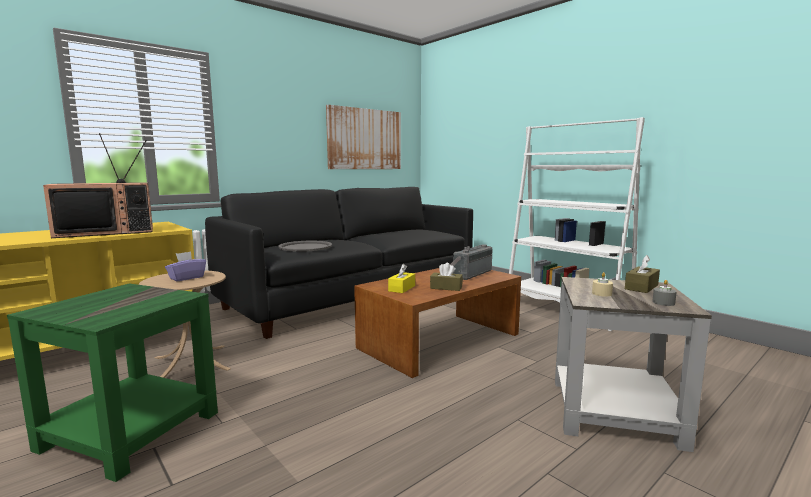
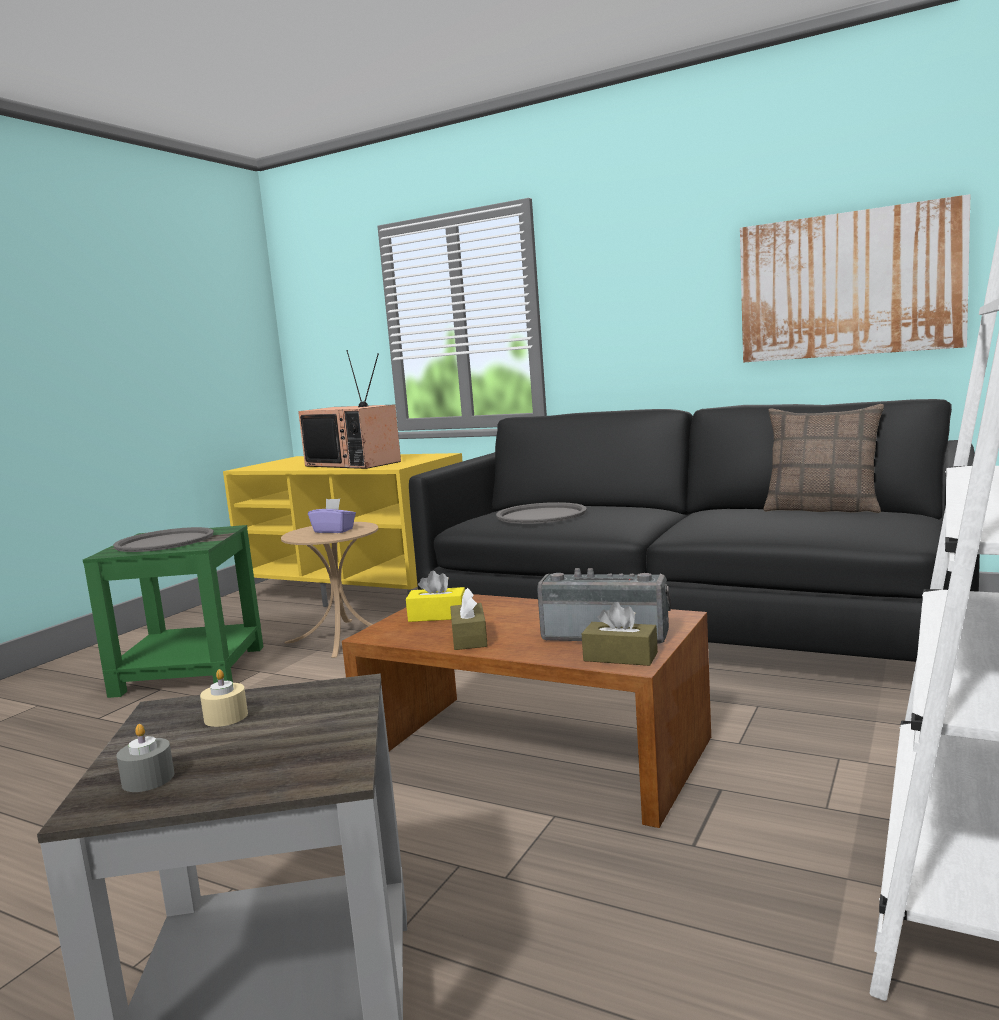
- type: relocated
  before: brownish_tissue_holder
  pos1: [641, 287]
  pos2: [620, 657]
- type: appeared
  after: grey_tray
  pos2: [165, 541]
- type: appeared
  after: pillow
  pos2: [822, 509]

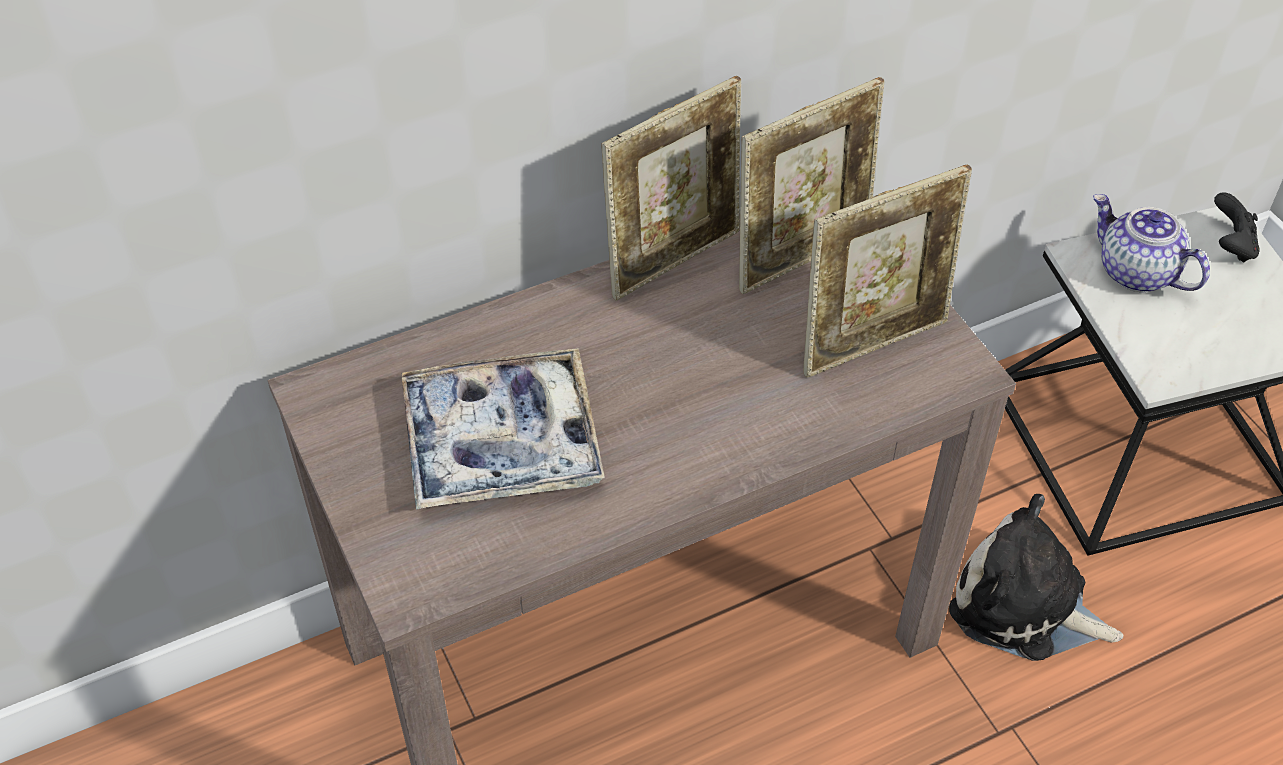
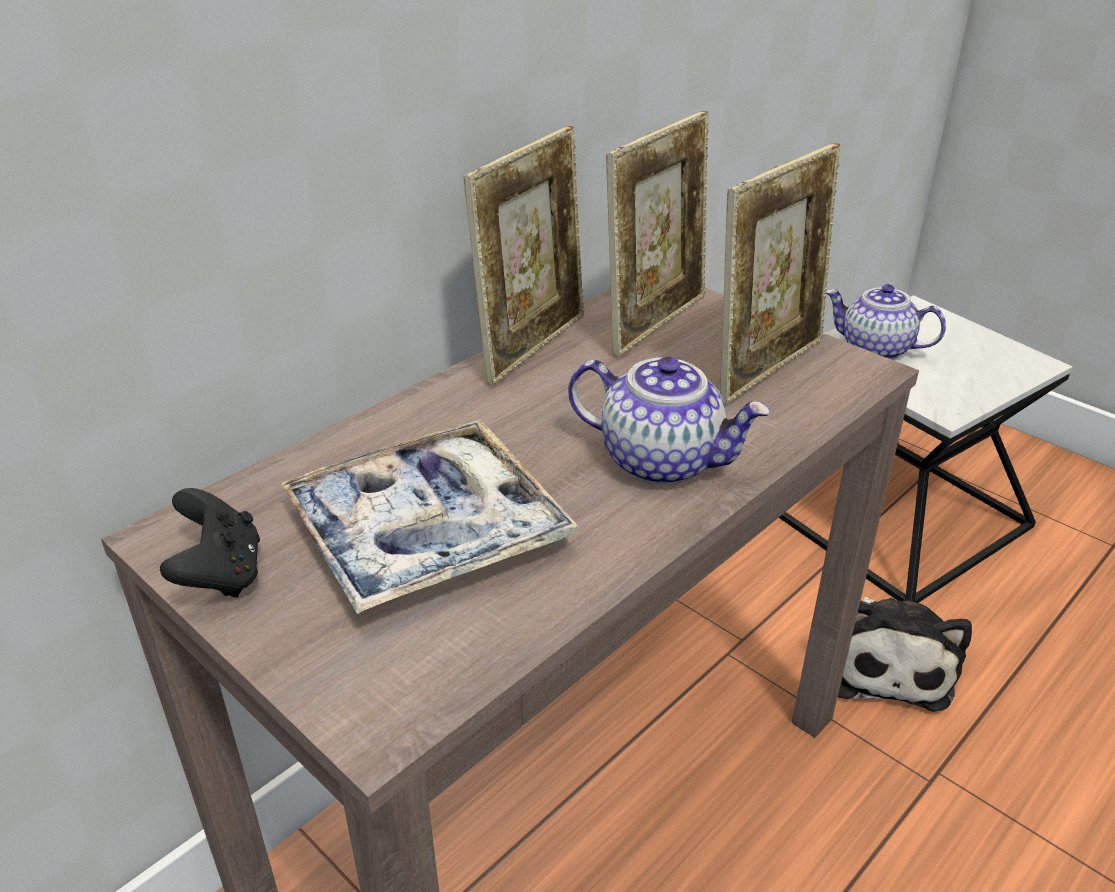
- type: spun
  before: plush_toy
  pos1: [1025, 605]
  pos2: [885, 663]
  turn: -90
- type: relocated
  before: black-coloured_game_controller
  pos1: [1230, 246]
  pos2: [220, 574]
- type: appeared
  after: tea_pot
  pos2: [662, 460]

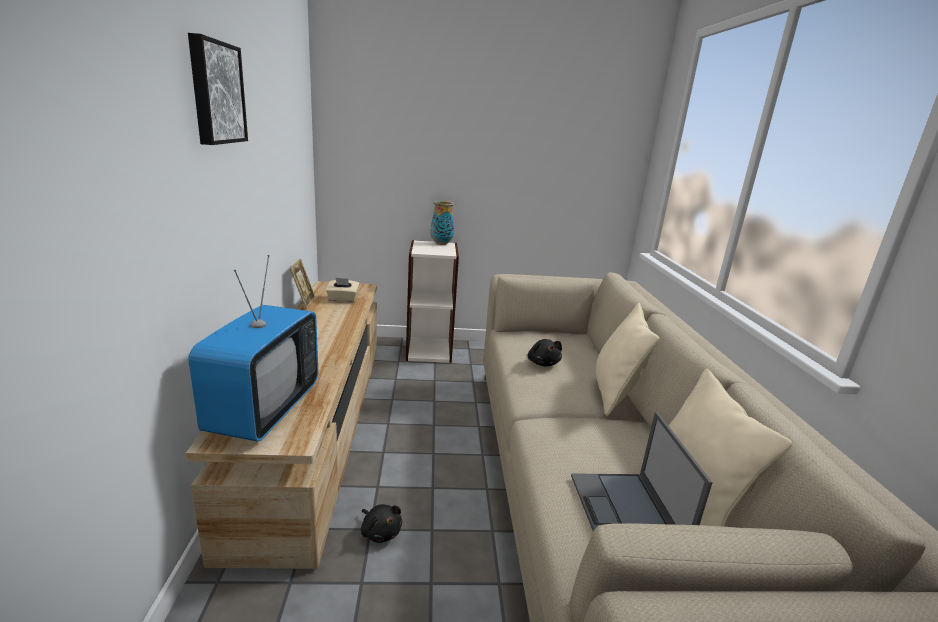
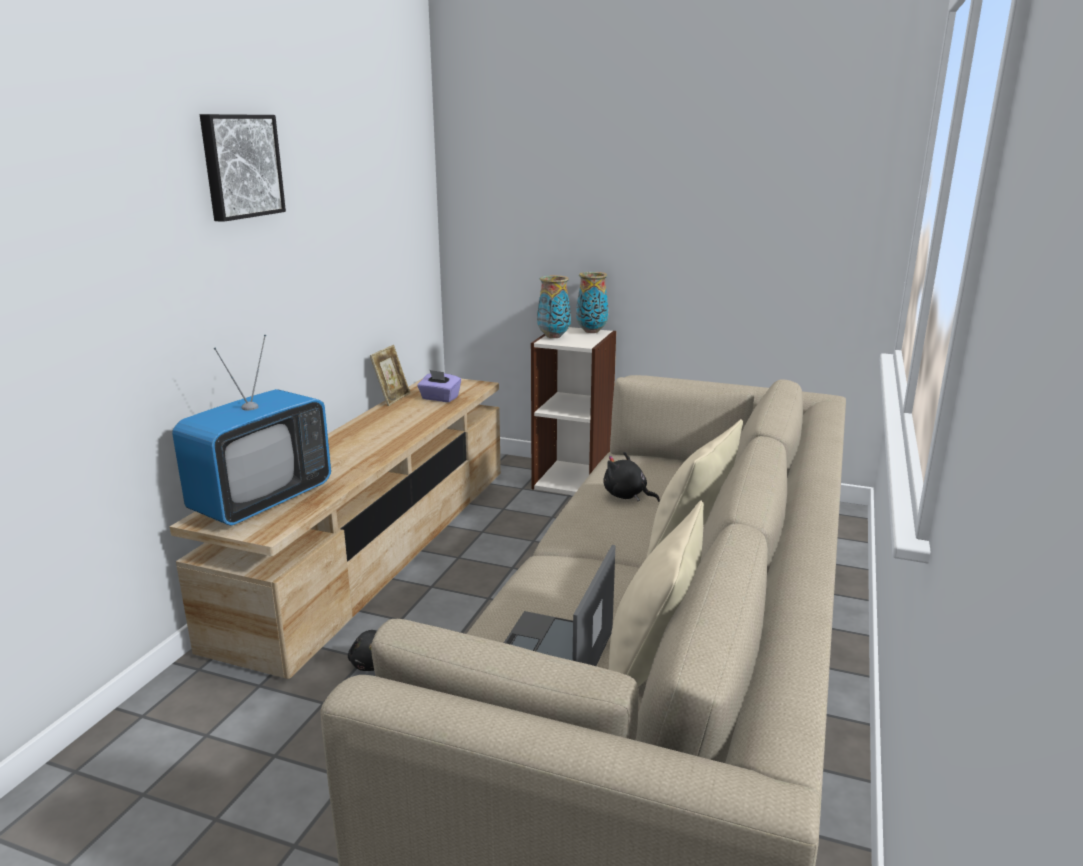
- type: colour
  before: beige_tissue_holder
  after: purple-coloured_tissue_holder
  pos1: [343, 299]
  pos2: [439, 398]
- type: spun
  before: black-coloured_plush_toy
  pos1: [543, 363]
  pos2: [627, 496]
  turn: 120
- type: appeared
  after: flower_vase
  pos2: [553, 336]

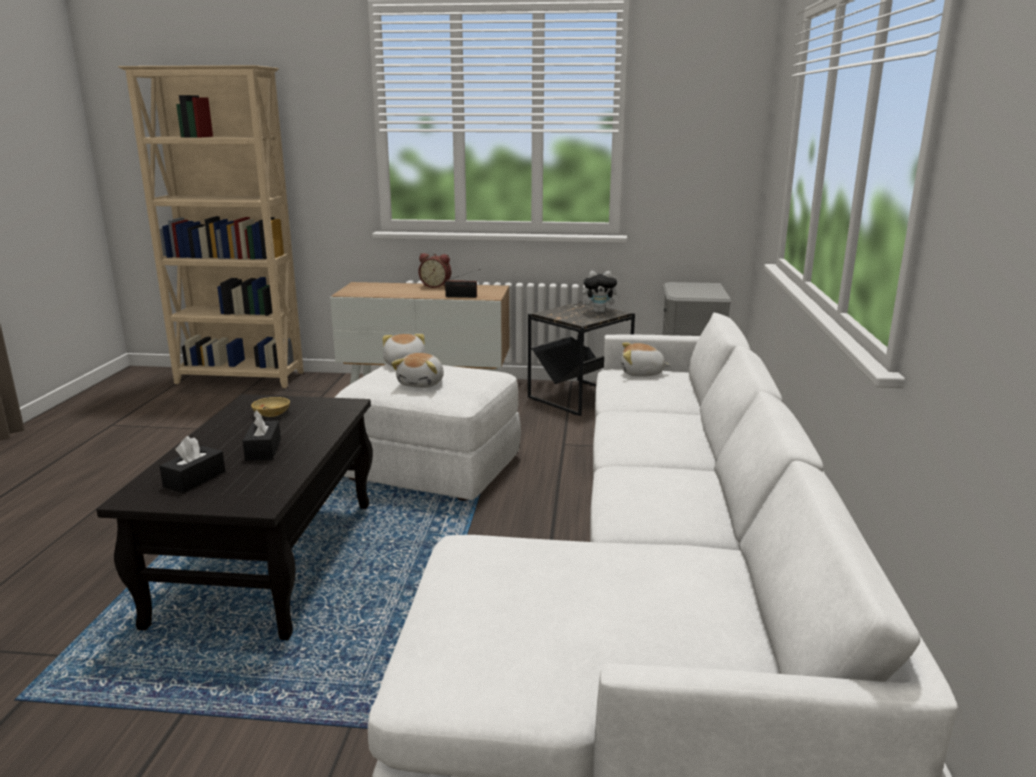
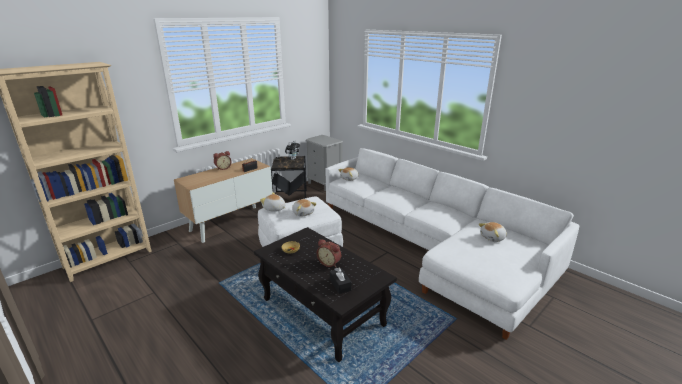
- type: exchanged
  before: black-coloured_tissue_holder
  after: alarm_clock
  pos1: [263, 450]
  pos2: [329, 263]
- type: appeared
  after: plush_toy
  pos2: [493, 238]

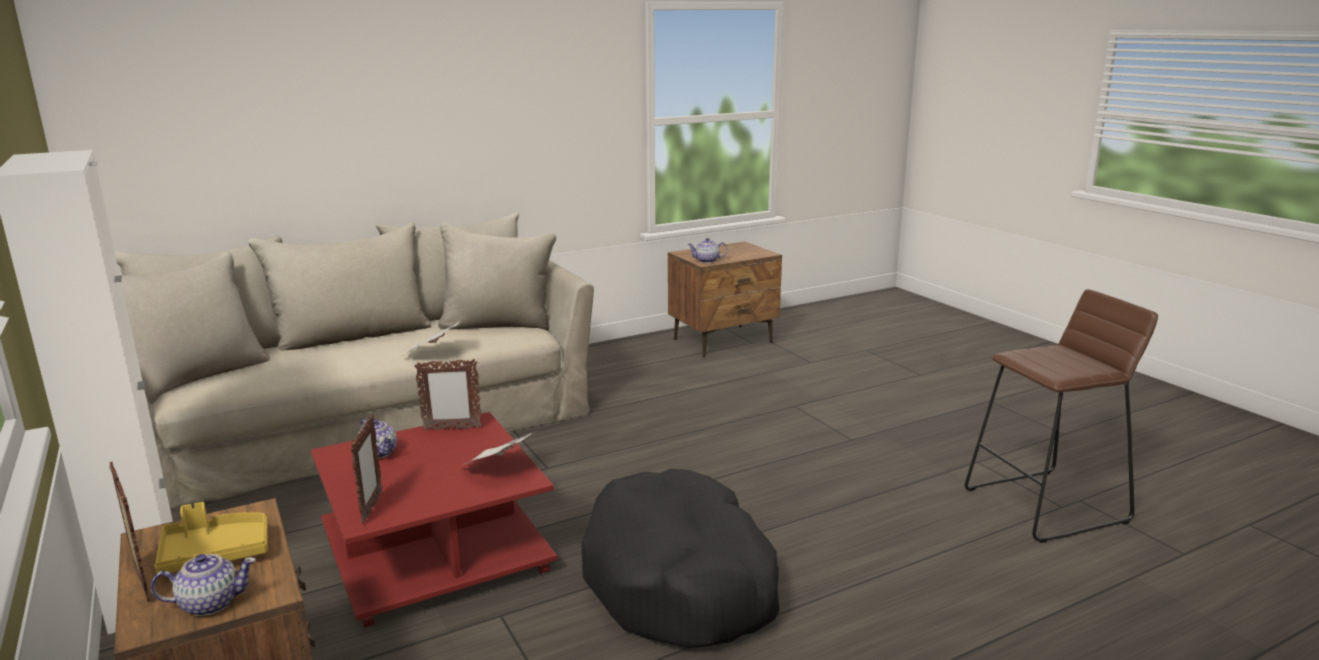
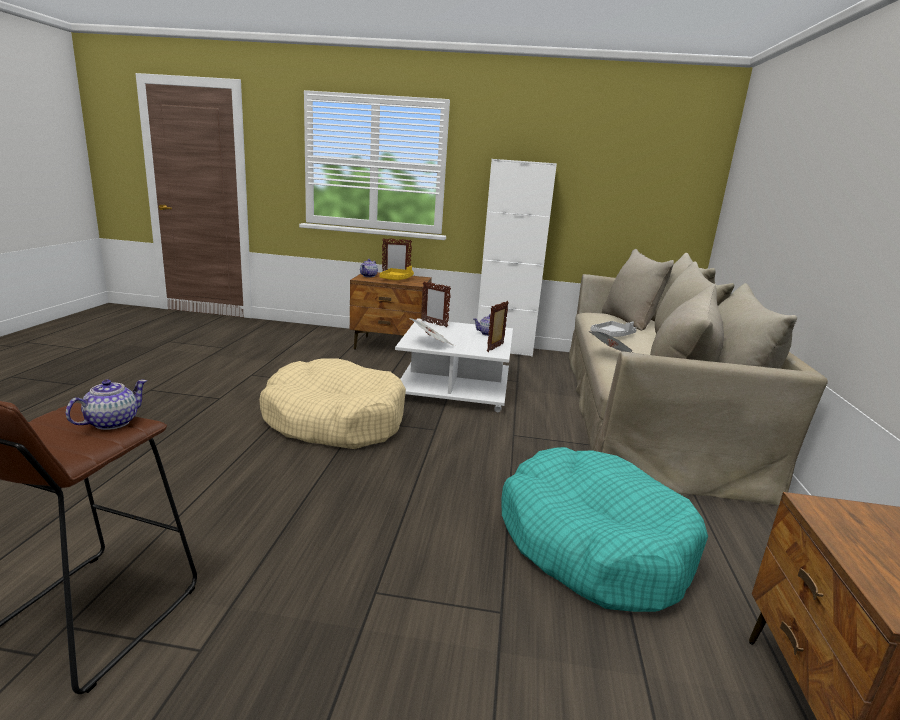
- type: colour
  before: reddish_lounge_table
  after: whitish_lounge_table
  pos1: [437, 551]
  pos2: [455, 388]
- type: colour
  before: black-coloured_dog_cushion
  after: beige_dog_cushion
  pos1: [681, 581]
  pos2: [334, 420]
- type: relocated
  before: tea_pot
  pos1: [707, 261]
  pos2: [111, 423]
- type: appeared
  after: turquoise-coloured_dog_cushion
  pos2: [593, 544]
- type: appeared
  after: grey_tray
  pos2: [612, 335]

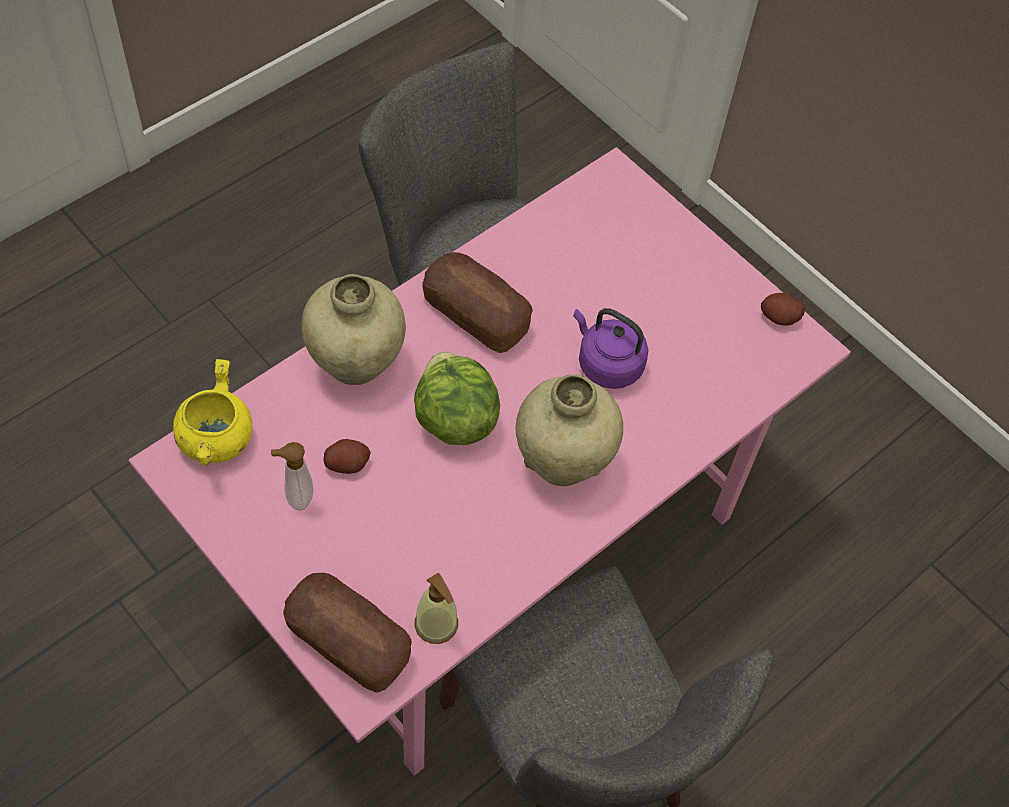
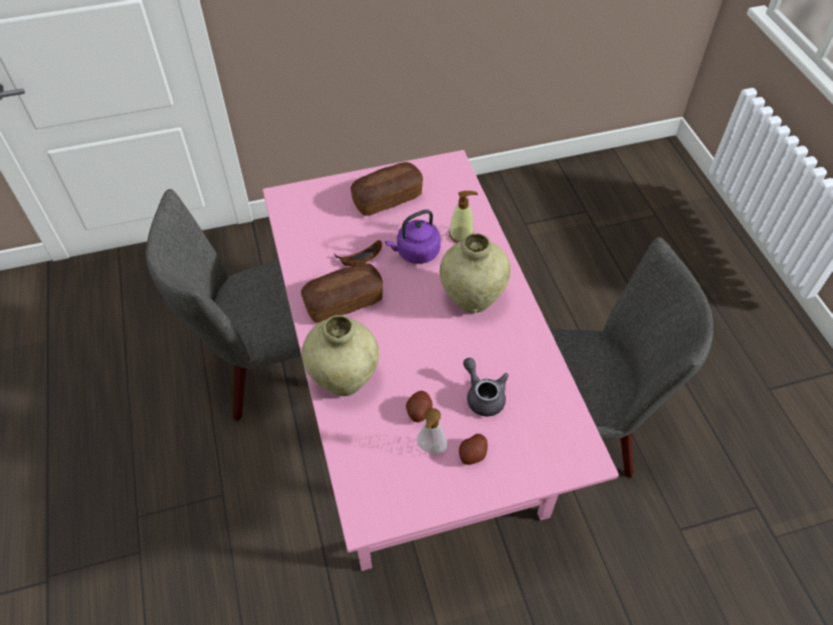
- type: missing
  before: yellow_saucepot
  pos1: [215, 439]
- type: relocated
  before: bread
  pos1: [348, 641]
  pos2: [387, 198]
- type: missing
  before: head_of_lettuce
  pos1: [454, 419]
- type: relocated
  before: soap_bottle
  pos1: [436, 624]
  pos2: [461, 235]
- type: relocated
  before: whole_potato
  pos1: [779, 317]
  pos2: [472, 454]
- type: appeared
  after: banana_fruit
  pos2: [359, 259]
- type: appeared
  after: grey_tea_pot
  pos2: [483, 395]

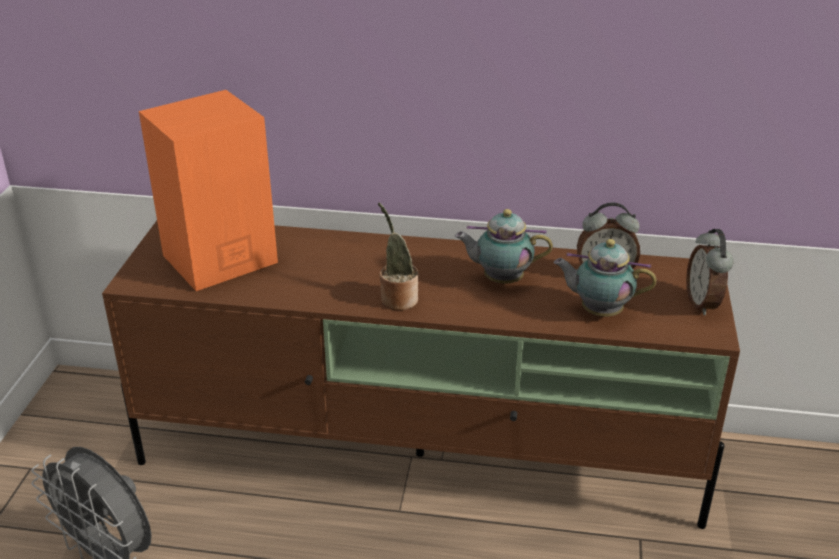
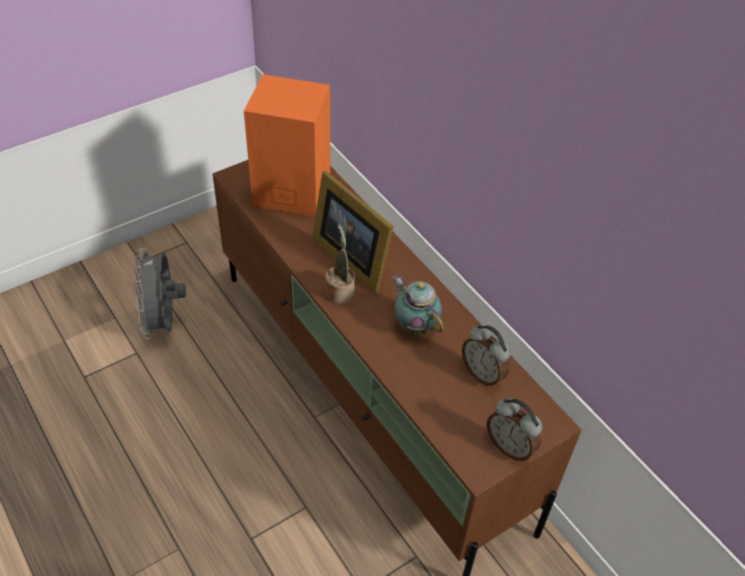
- type: missing
  before: tea_pot
  pos1: [598, 311]
- type: spun
  before: alarm_clock
  pos1: [703, 303]
  pos2: [510, 446]
  turn: -90
- type: appeared
  after: standing_frame
  pos2: [352, 256]

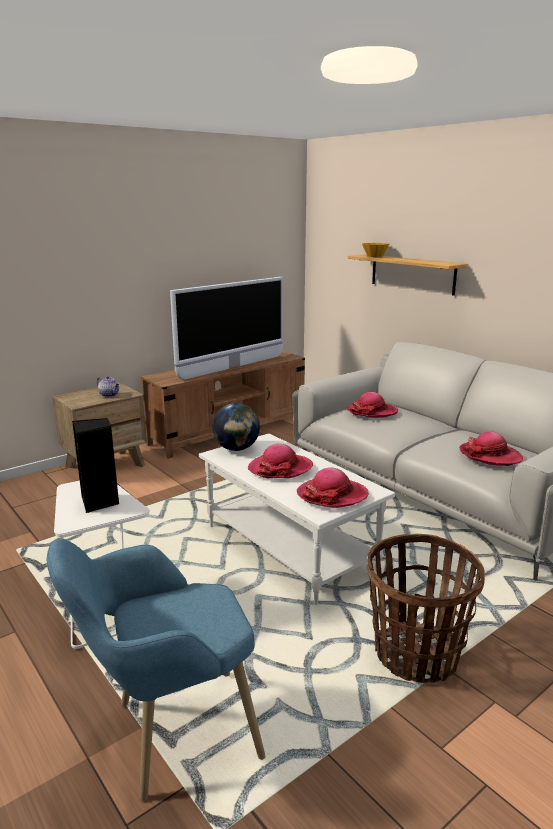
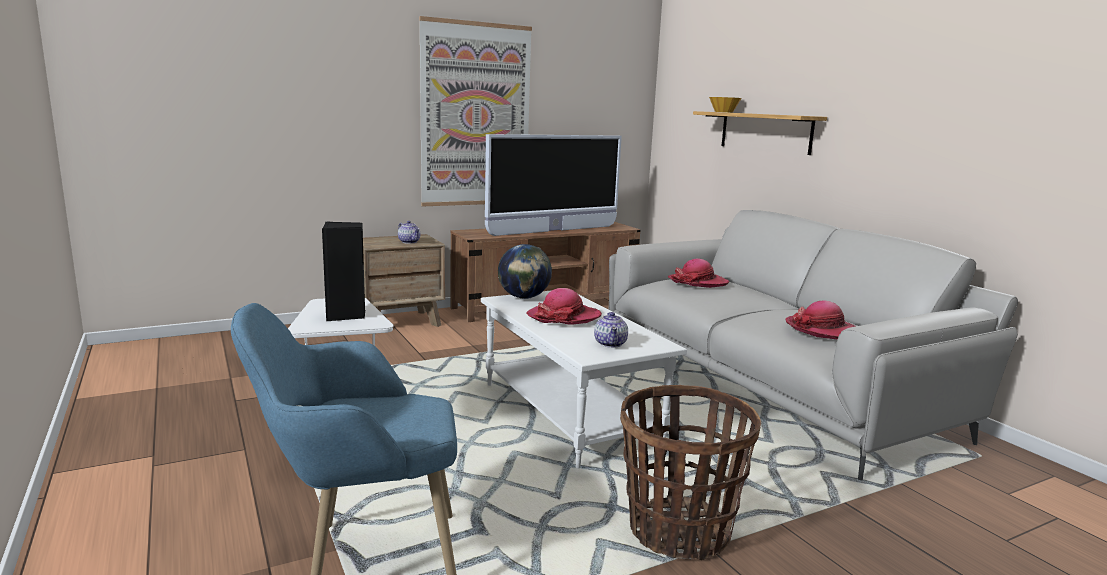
- type: exchanged
  before: clothing_hat
  after: tea_pot
  pos1: [332, 495]
  pos2: [610, 343]
- type: appeared
  after: wall_art
  pos2: [476, 116]

